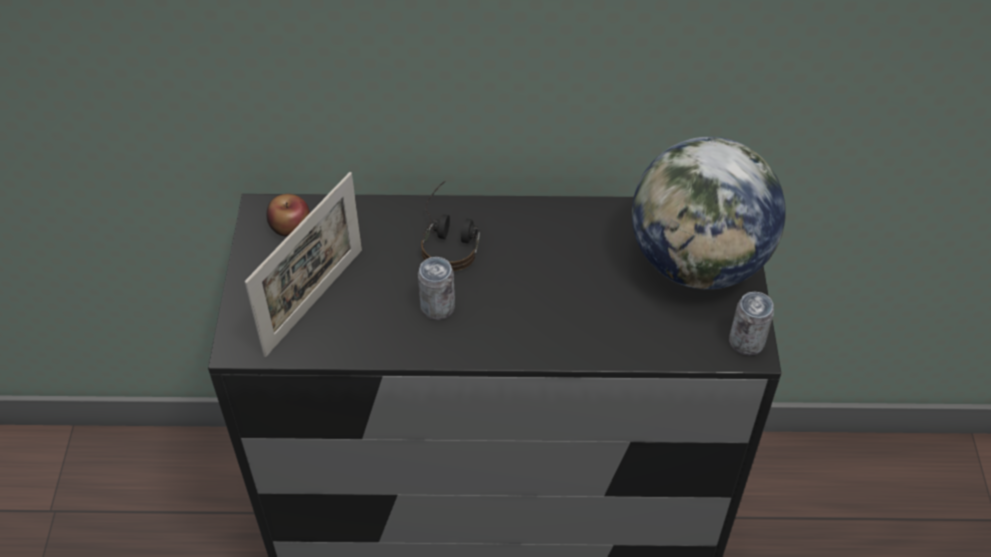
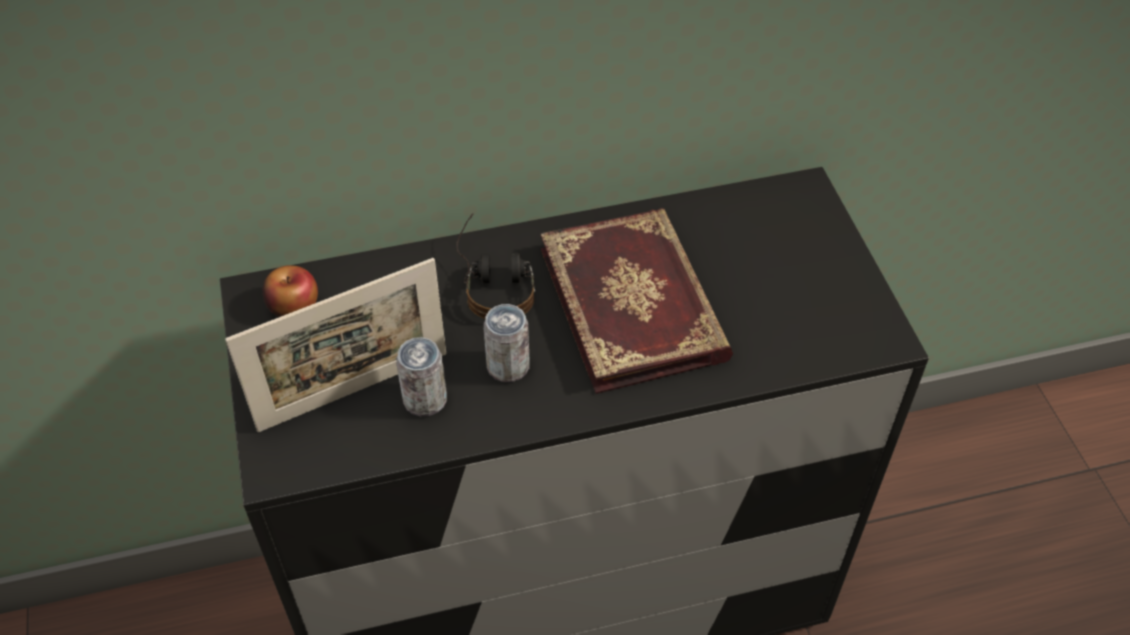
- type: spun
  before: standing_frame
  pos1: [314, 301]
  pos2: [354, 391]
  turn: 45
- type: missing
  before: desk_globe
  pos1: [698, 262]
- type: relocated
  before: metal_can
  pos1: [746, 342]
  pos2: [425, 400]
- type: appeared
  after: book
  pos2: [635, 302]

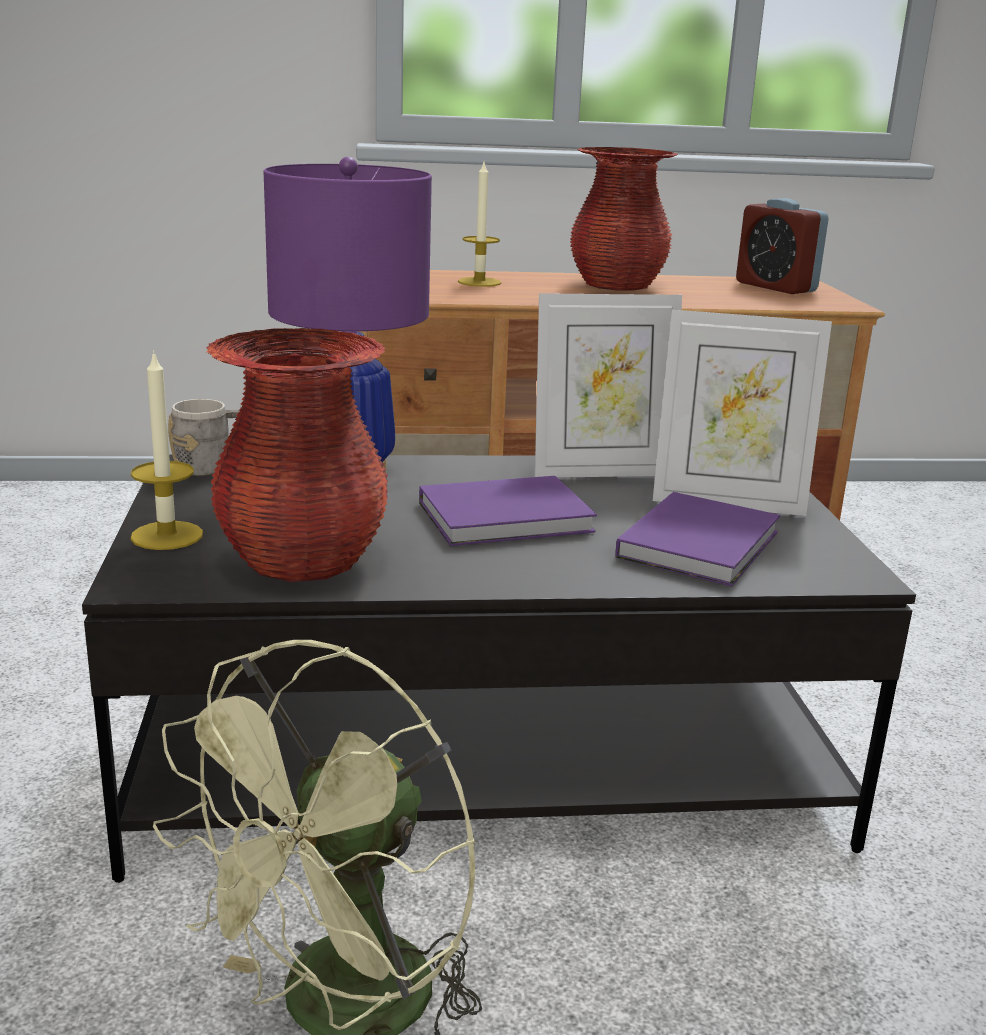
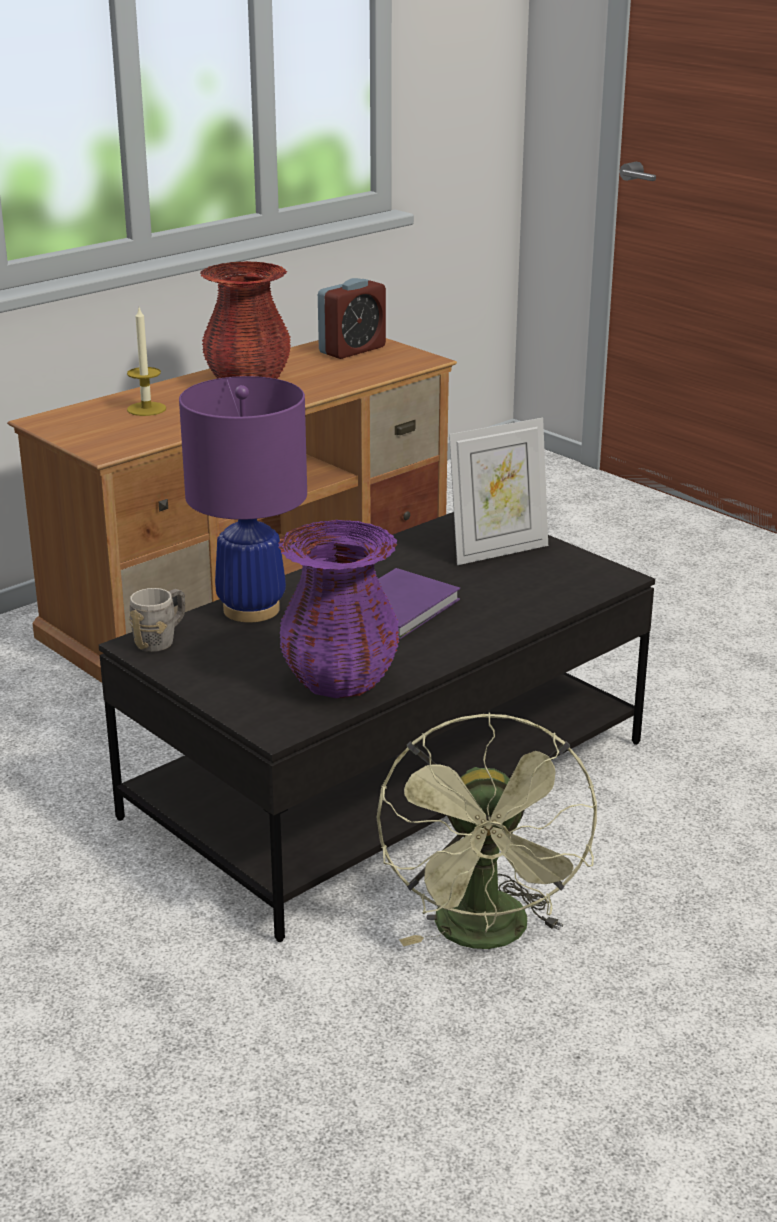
- type: missing
  before: candle
  pos1: [167, 535]
- type: colour
  before: reddish_flower_vase
  after: purple-coloured_flower_vase
  pos1: [302, 561]
  pos2: [340, 681]
- type: missing
  before: standing_frame
  pos1: [600, 471]
- type: missing
  before: purple-coloured_book
  pos1: [703, 544]
- type: spun
  before: alarm_clock
  pos1: [775, 287]
  pos2: [352, 350]
  turn: -60

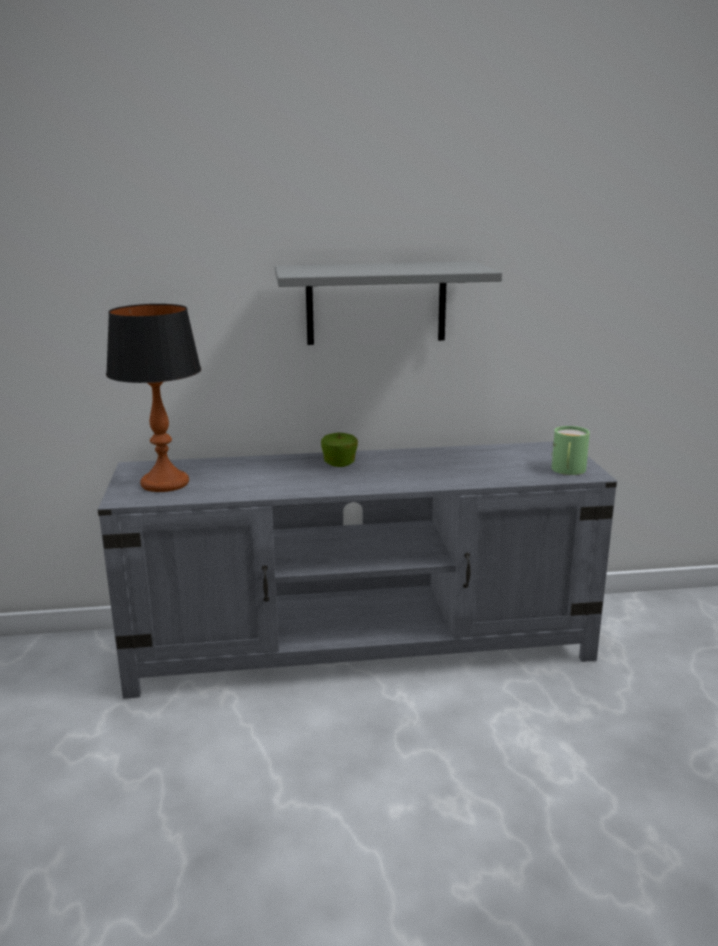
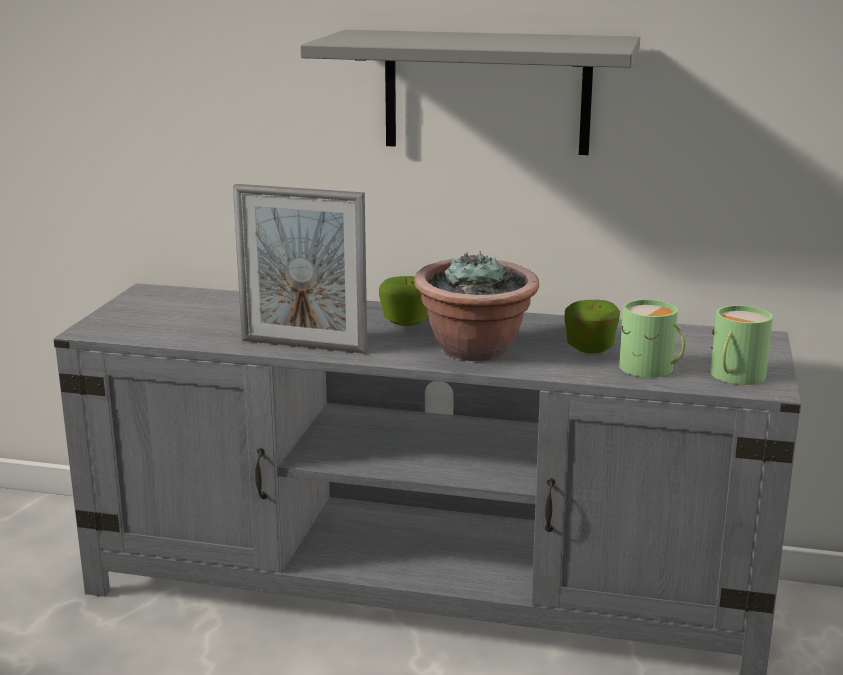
- type: missing
  before: table_lamp
  pos1: [164, 483]
- type: appeared
  after: standing_frame
  pos2: [303, 346]
- type: appeared
  after: houseplant
  pos2: [475, 350]
- type: appeared
  after: apple_fruit
  pos2: [590, 348]
- type: appeared
  after: green_mug
  pos2: [651, 369]

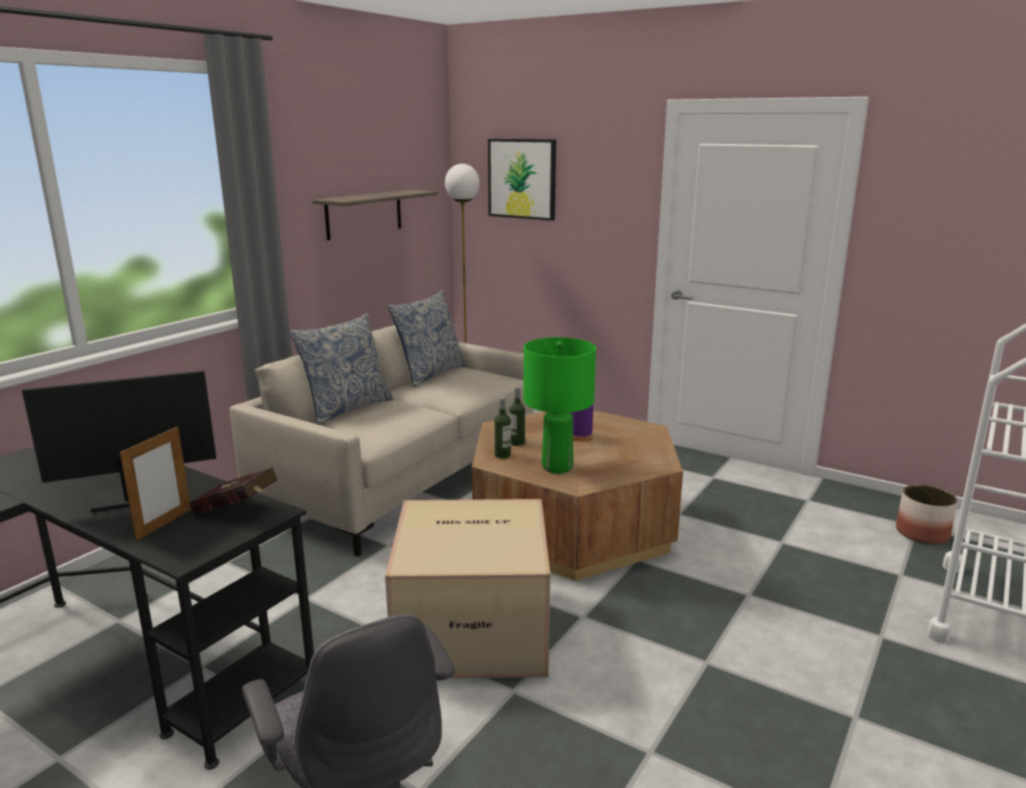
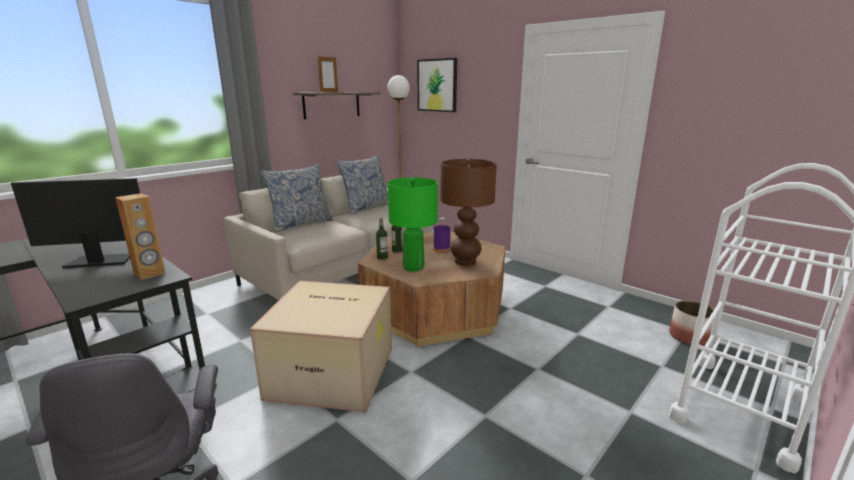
- type: relocated
  before: standing_frame
  pos1: [164, 524]
  pos2: [329, 92]
- type: exchanged
  before: reddish_book
  after: brownish_loudspeaker
  pos1: [239, 510]
  pos2: [150, 274]
- type: appeared
  after: brownish_table_lamp
  pos2: [465, 262]

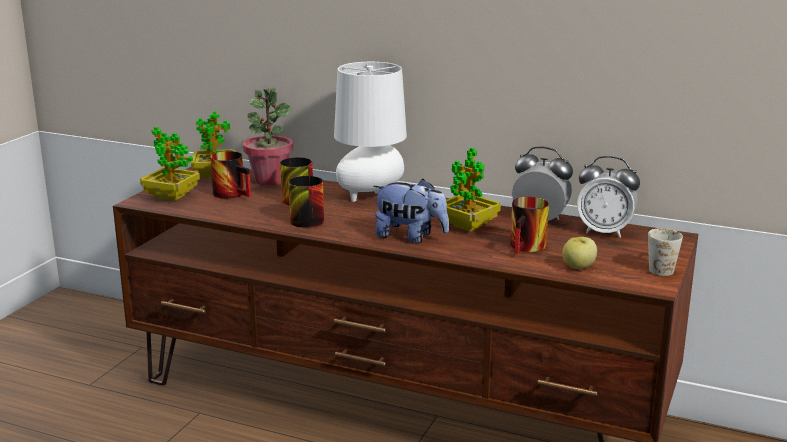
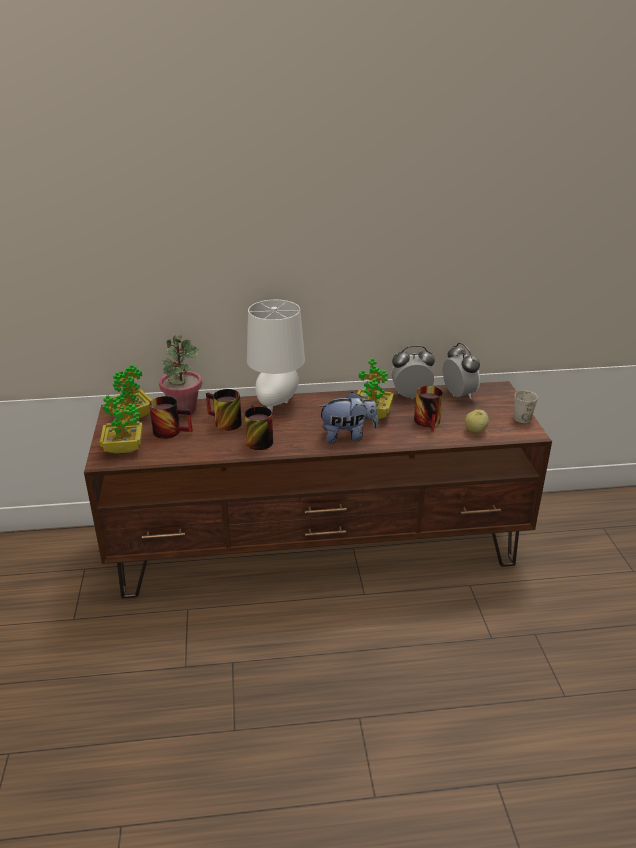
- type: spun
  before: alarm_clock
  pos1: [604, 232]
  pos2: [458, 395]
  turn: -105

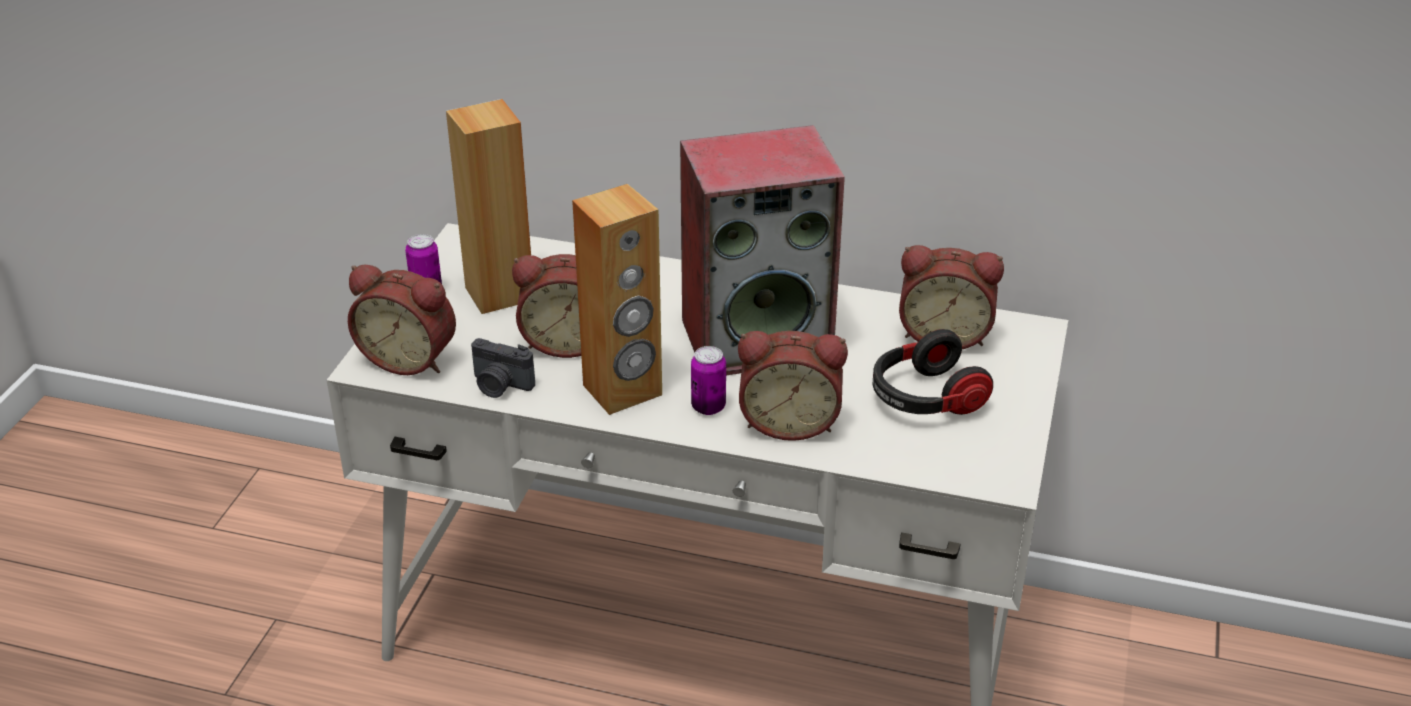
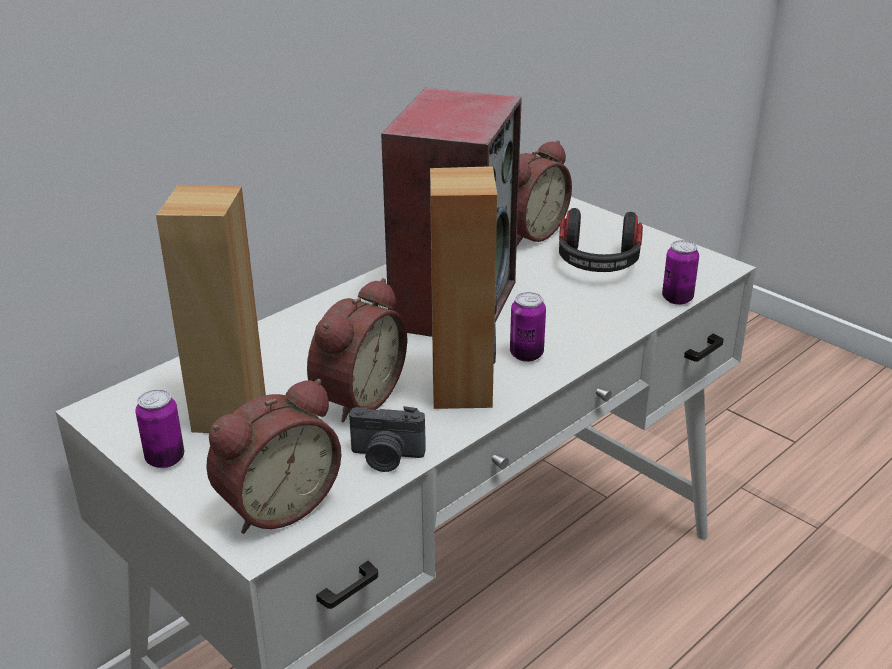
- type: spun
  before: photo_camera
  pos1: [500, 385]
  pos2: [386, 457]
  turn: 45
- type: missing
  before: alarm_clock
  pos1: [789, 421]
- type: appeared
  after: metal_can
  pos2: [677, 298]

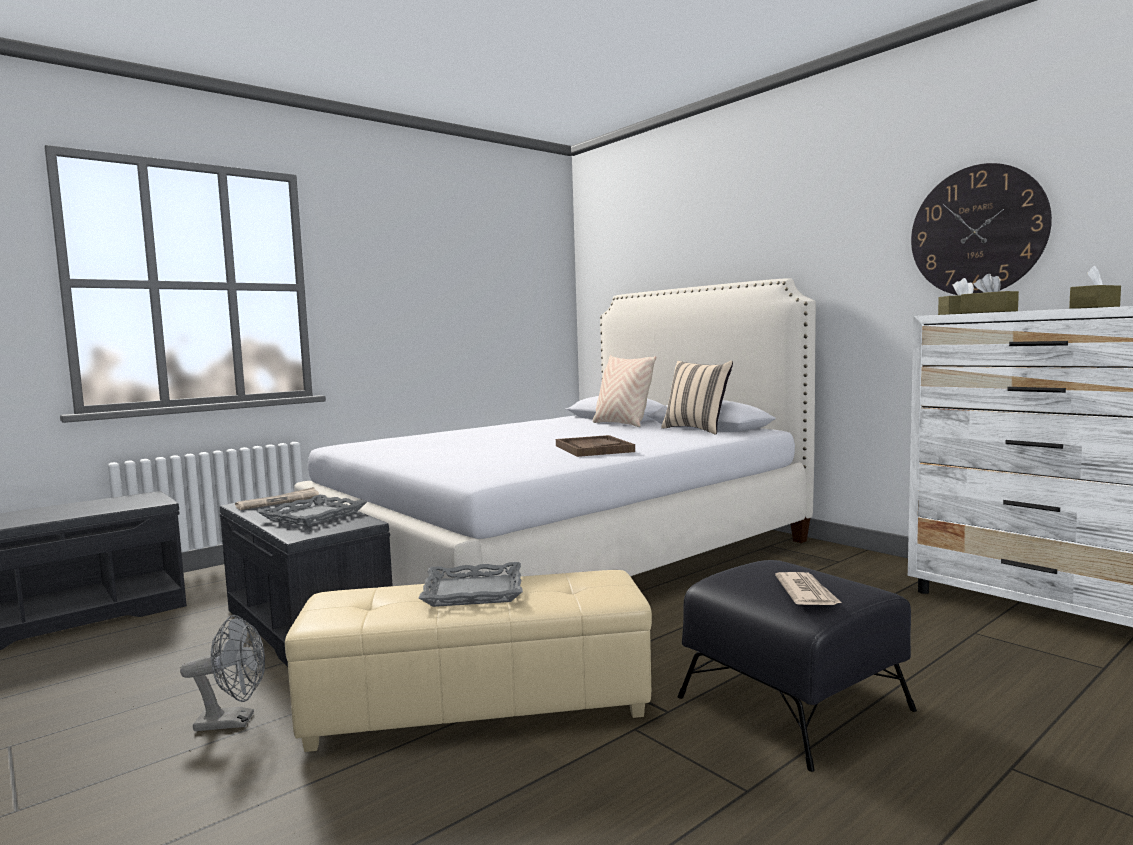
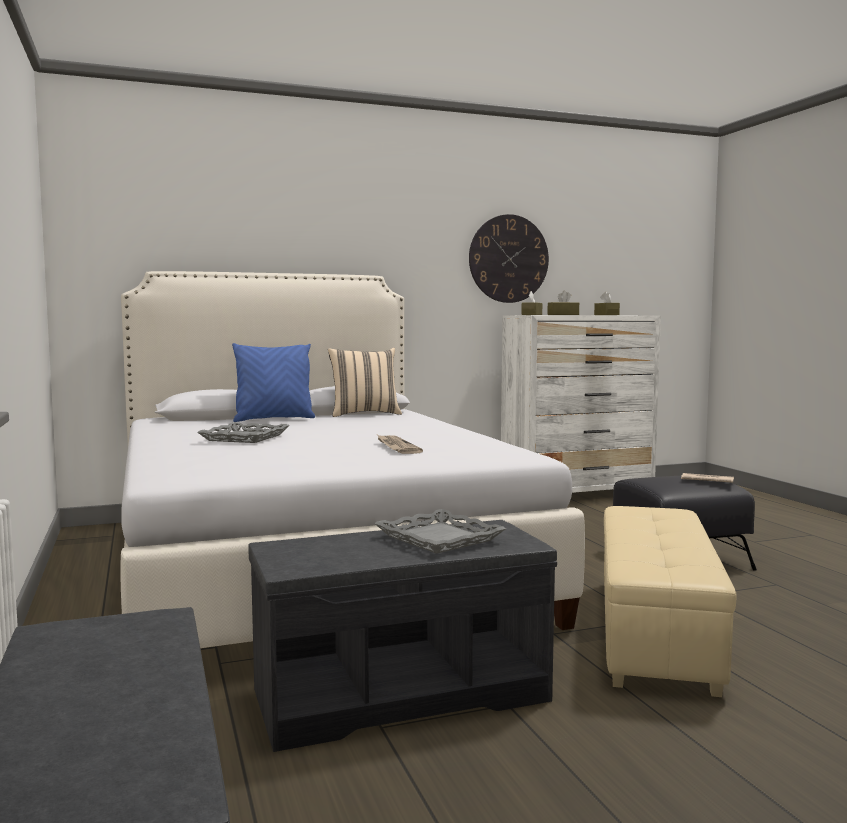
- type: missing
  before: grey_fan
  pos1: [234, 721]
- type: relocated
  before: printed_paper
  pos1: [279, 501]
  pos2: [396, 447]
- type: relocated
  before: grey_tray
  pos1: [473, 592]
  pos2: [245, 438]
- type: missing
  before: brownish_tray
  pos1: [593, 449]
- type: colour
  before: beige_pillow
  after: blue_pillow
  pos1: [622, 424]
  pos2: [274, 419]

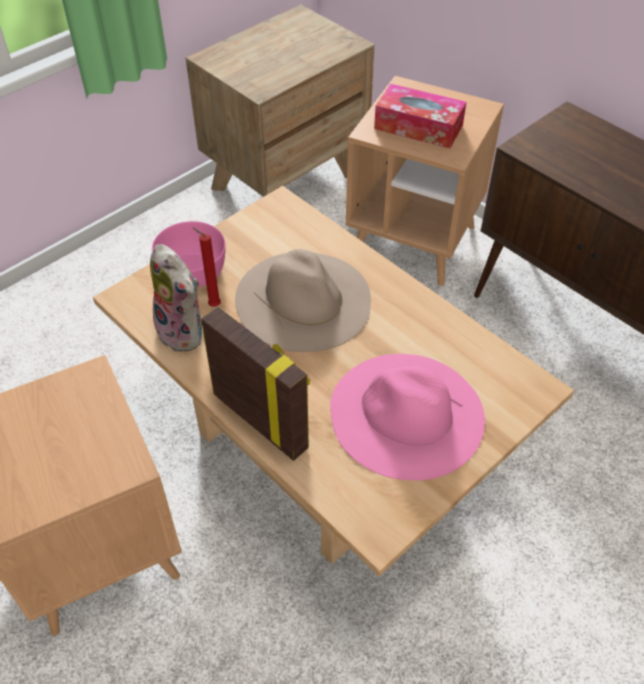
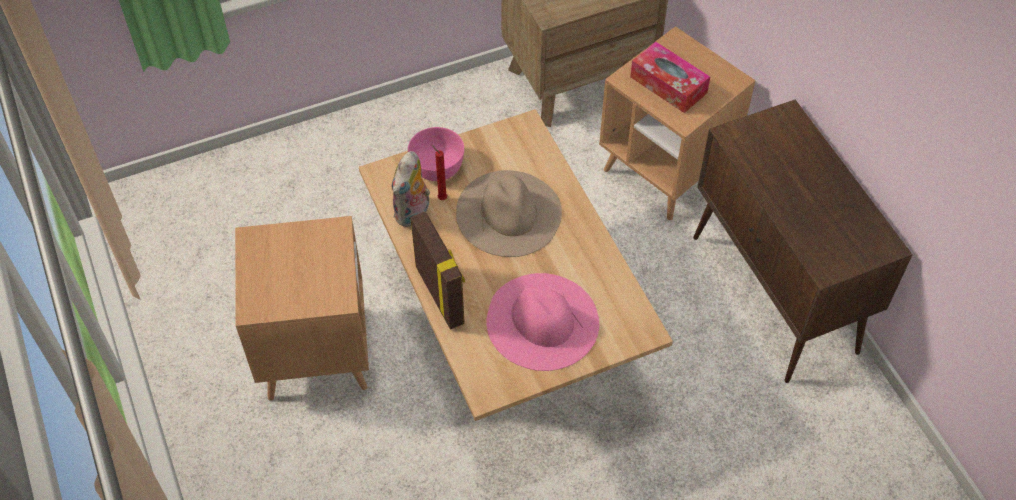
- type: spun
  before: plush_toy
  pos1: [185, 332]
  pos2: [413, 213]
  turn: 45

